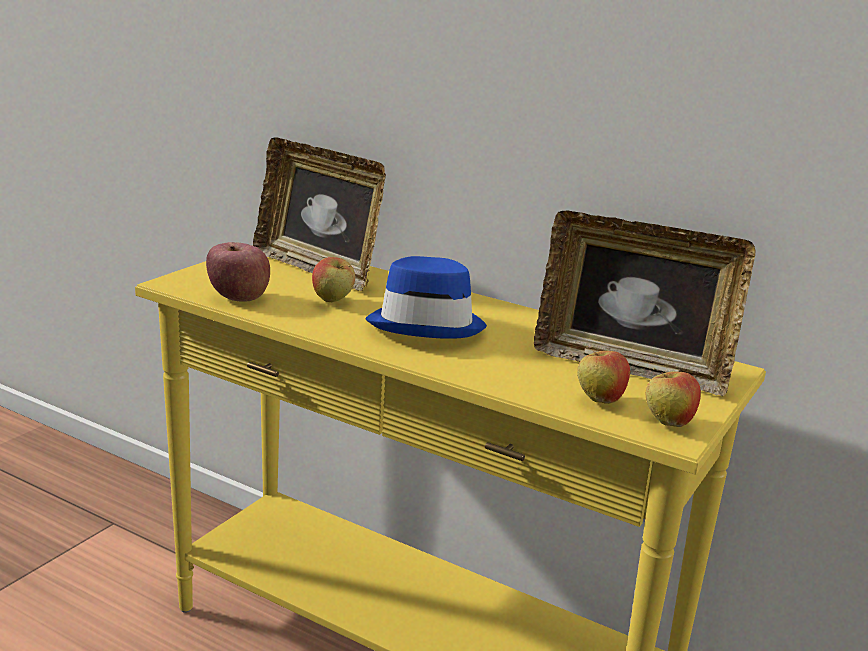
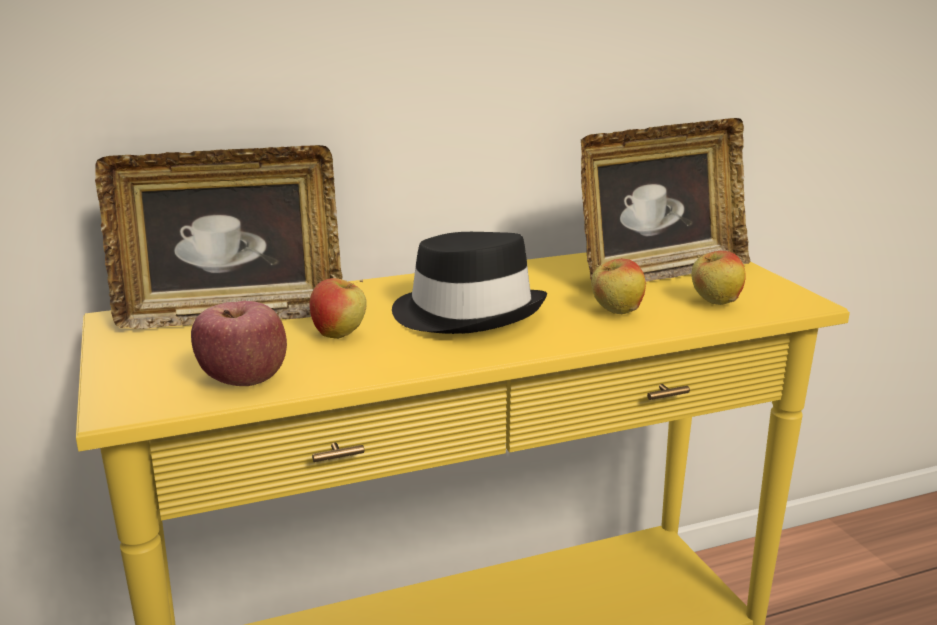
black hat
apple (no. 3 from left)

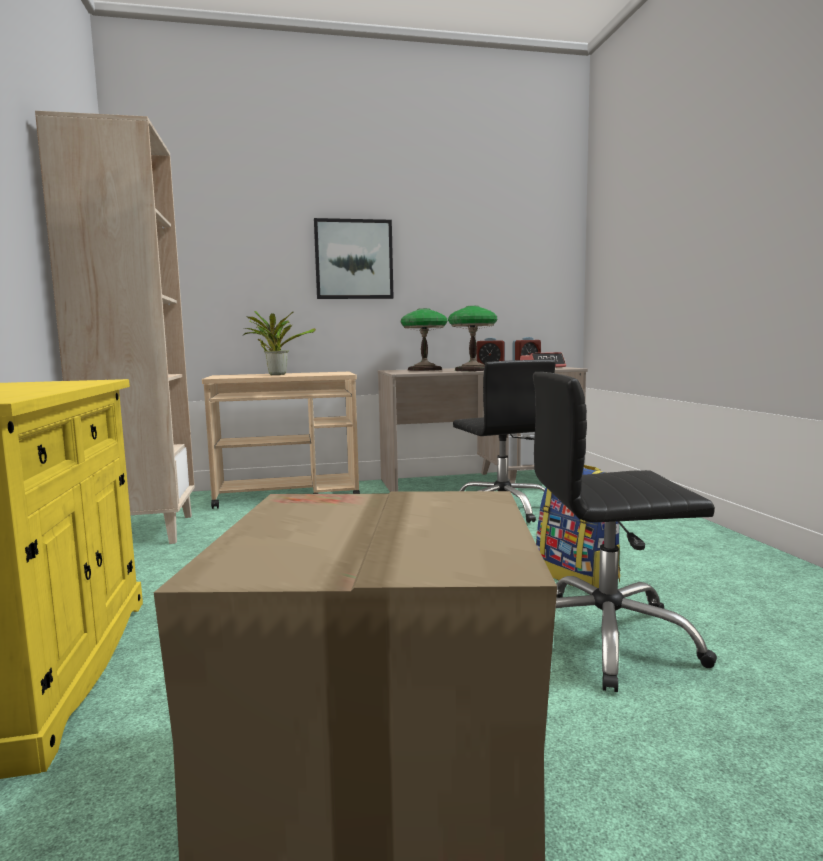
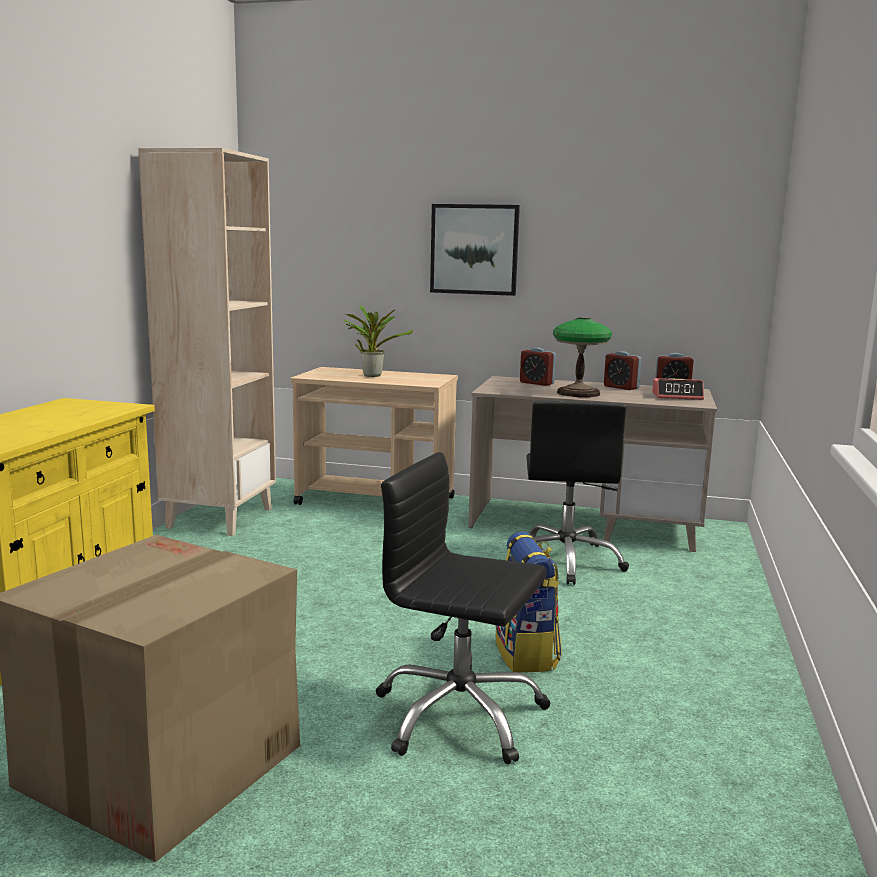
alarm clock (no. 1 from left)

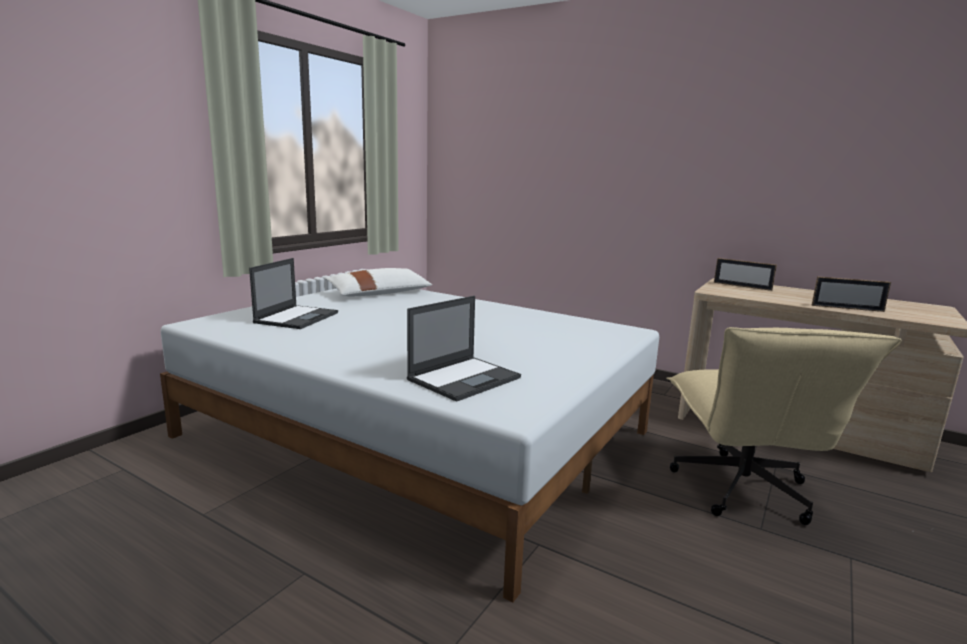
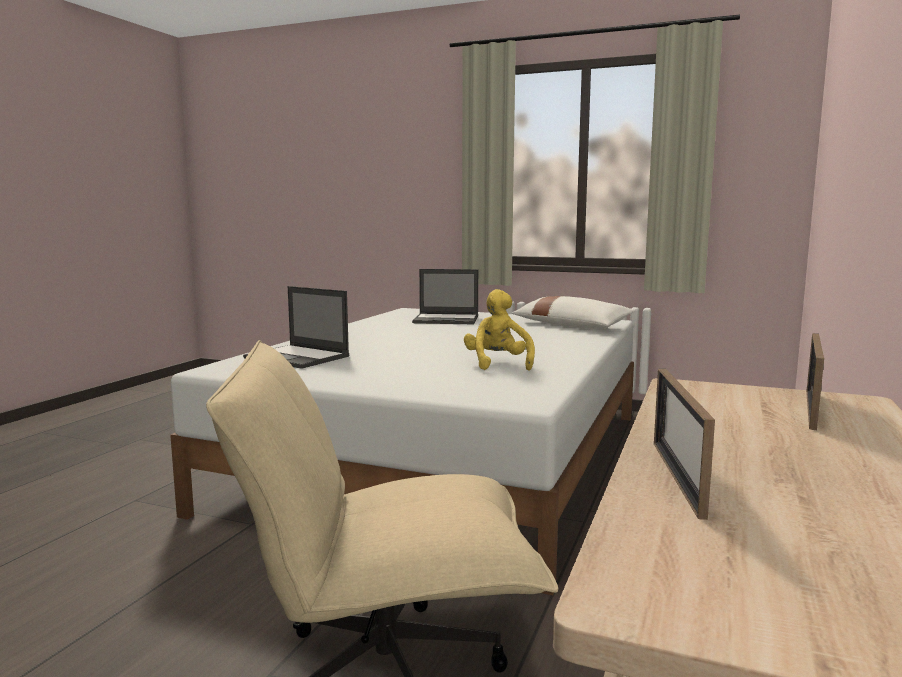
yellow plush toy

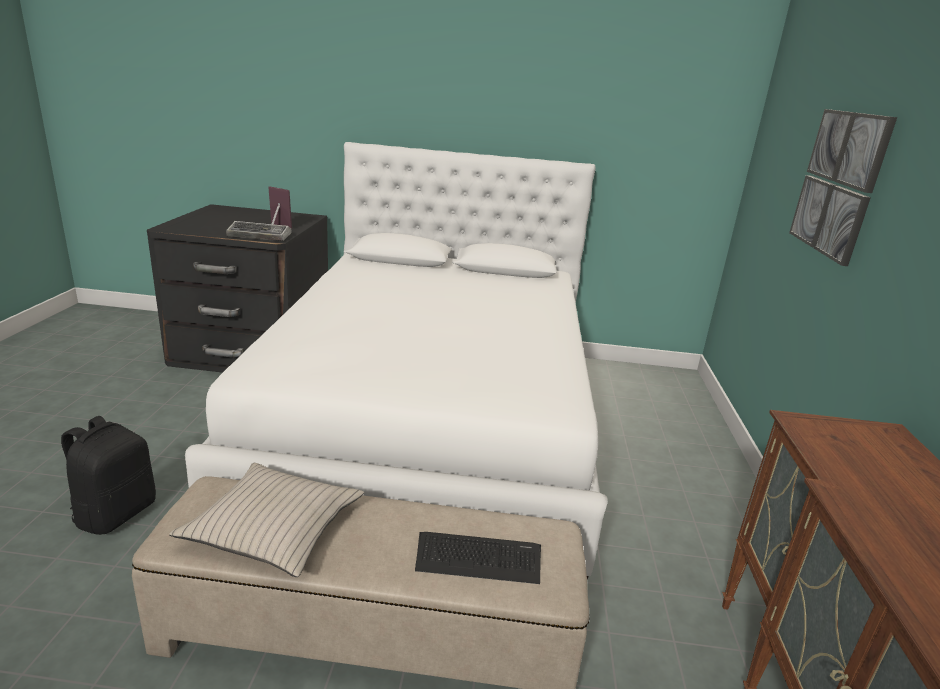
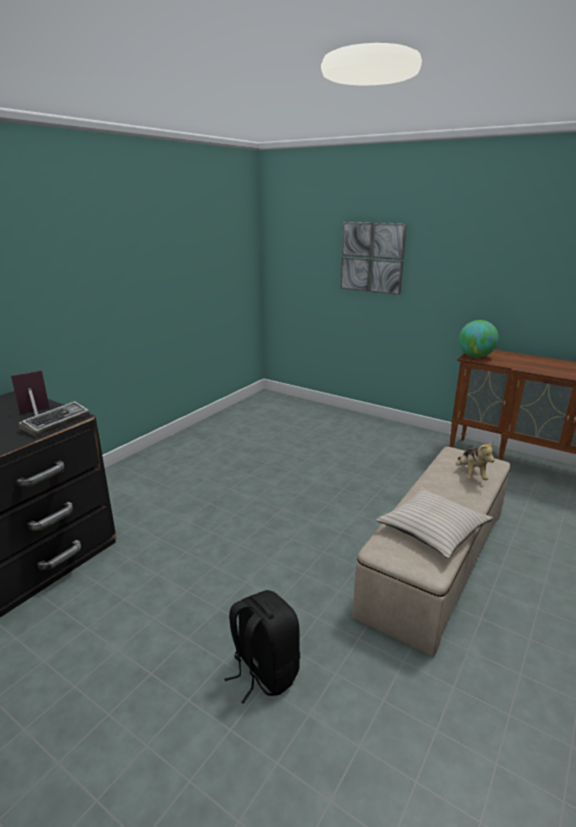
plush toy
globe
white bed

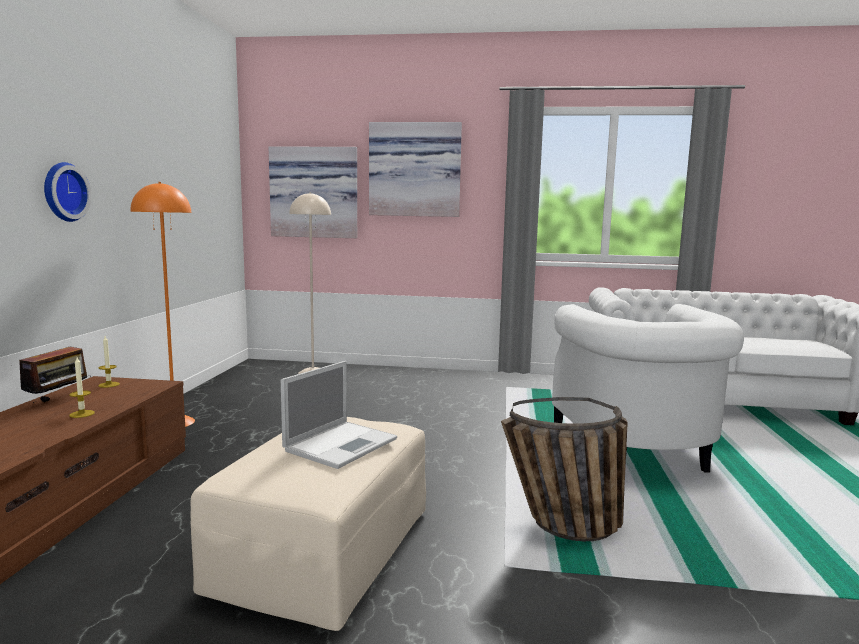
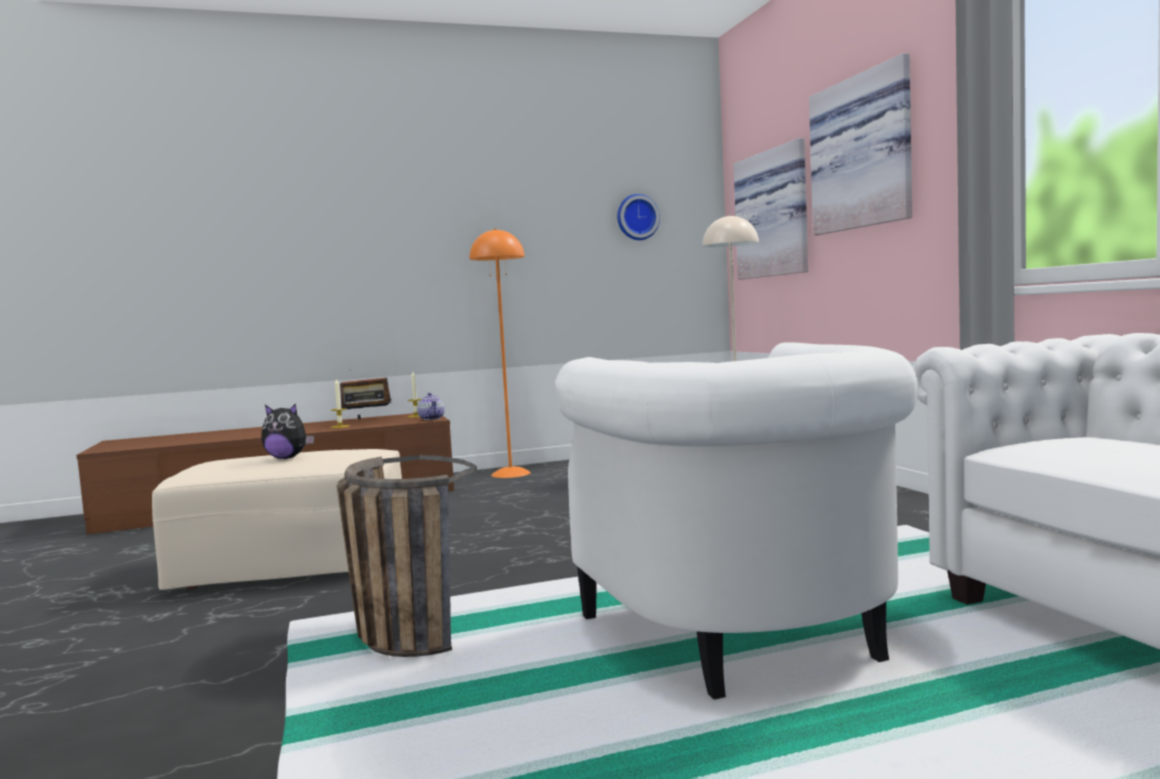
plush toy
teapot
white armchair
wall clock

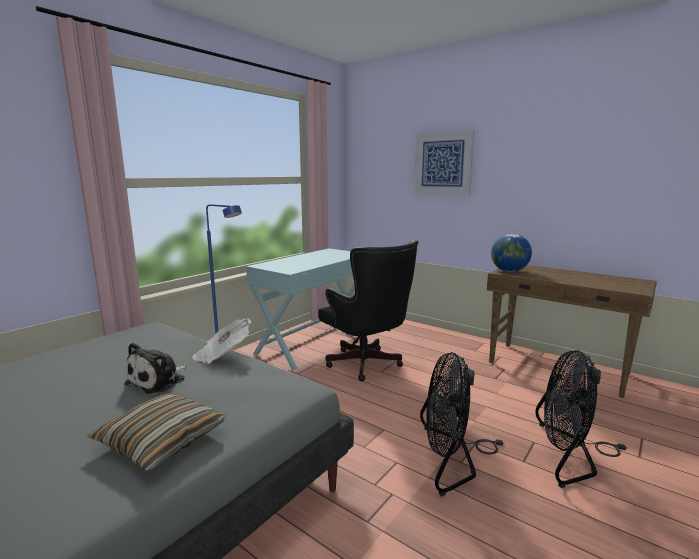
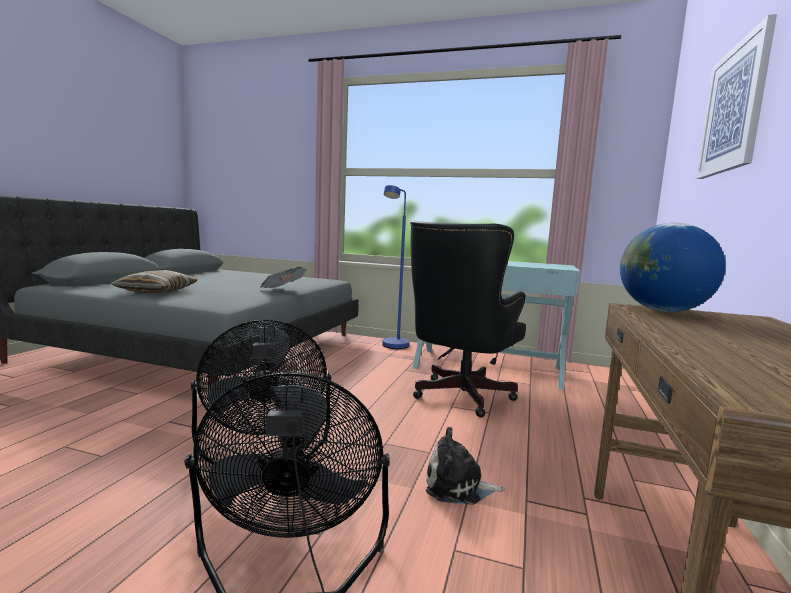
plush toy

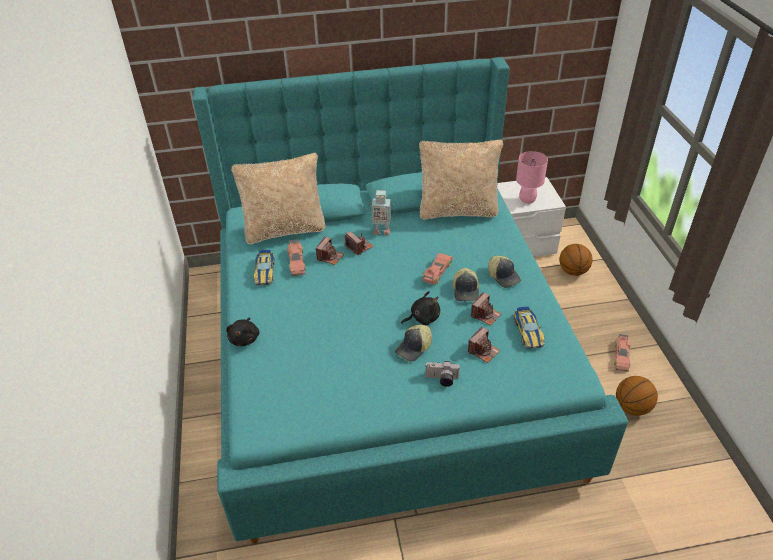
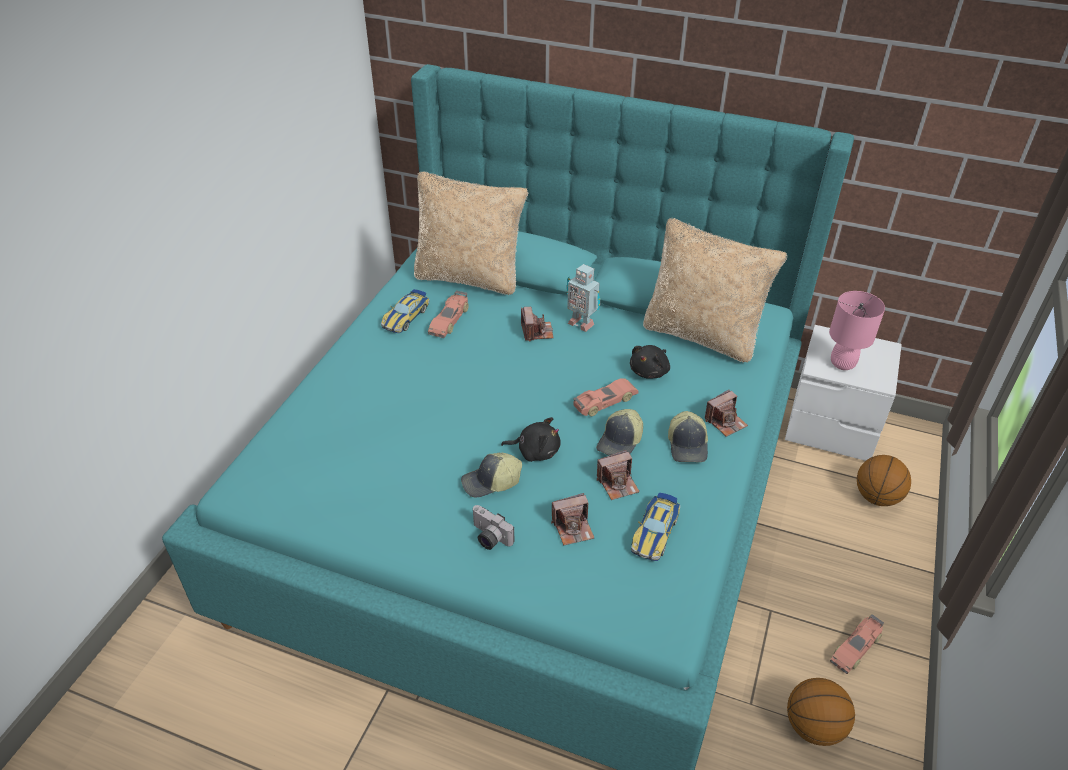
black plush toy (no. 2 from left)
photo camera (no. 5 from left)

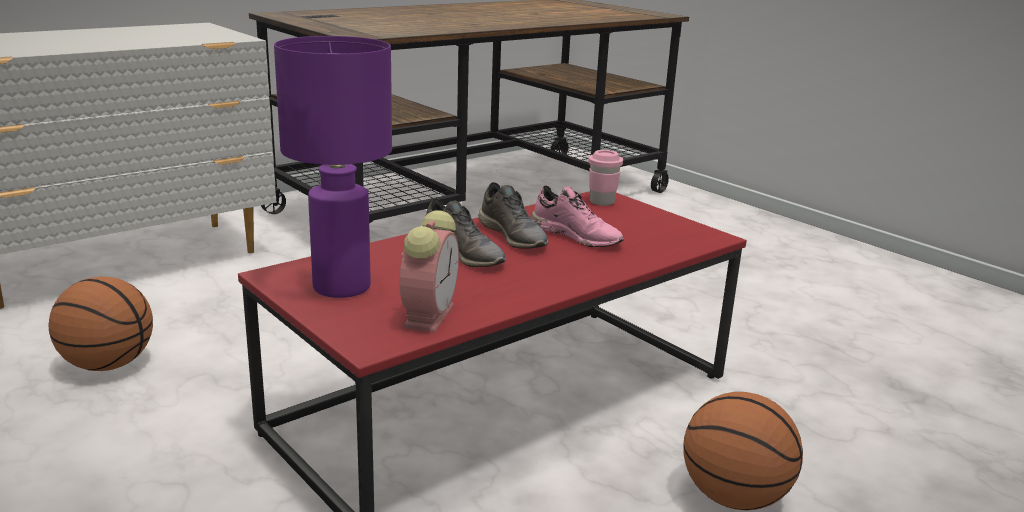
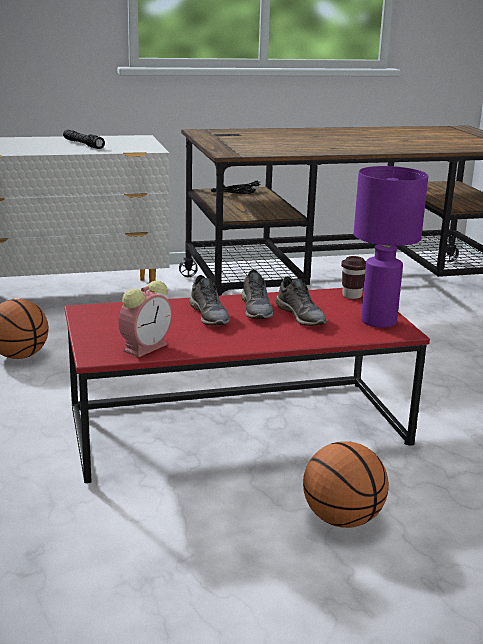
black flashlight
grey shoe (no. 3 from left)
brown cup
purple table lamp

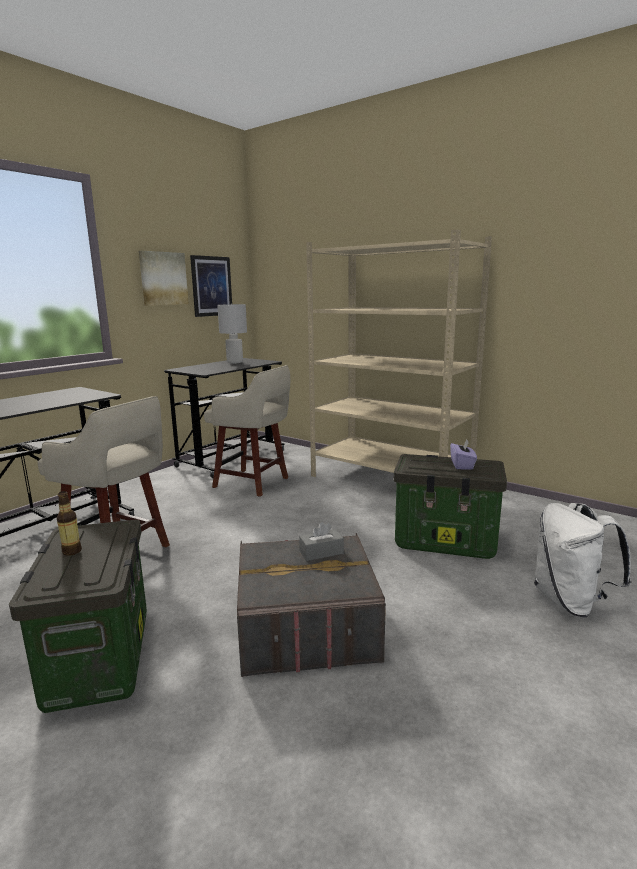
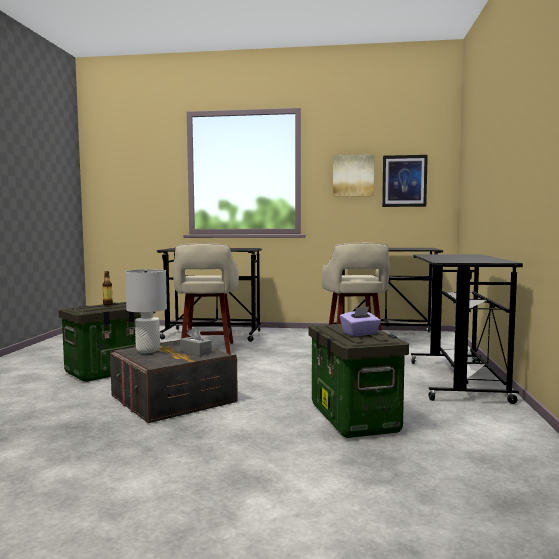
grey table lamp
black desk (no. 3 from left)
white backpack

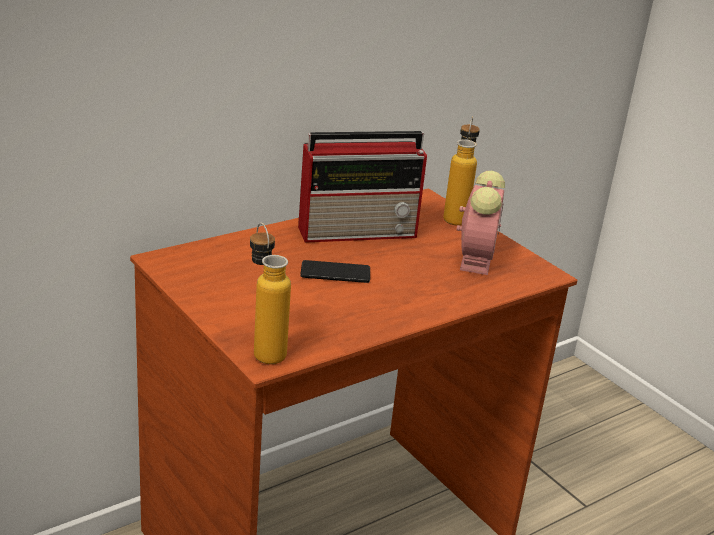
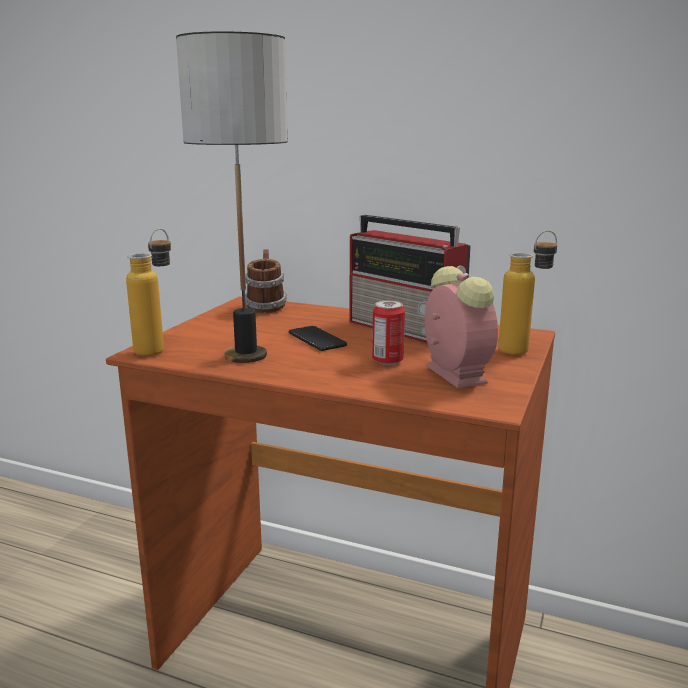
table lamp
mug
can
alarm clock

